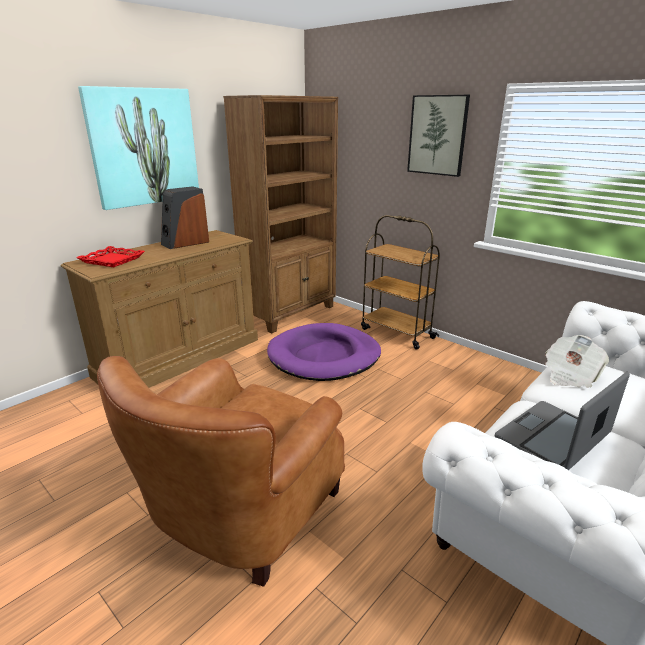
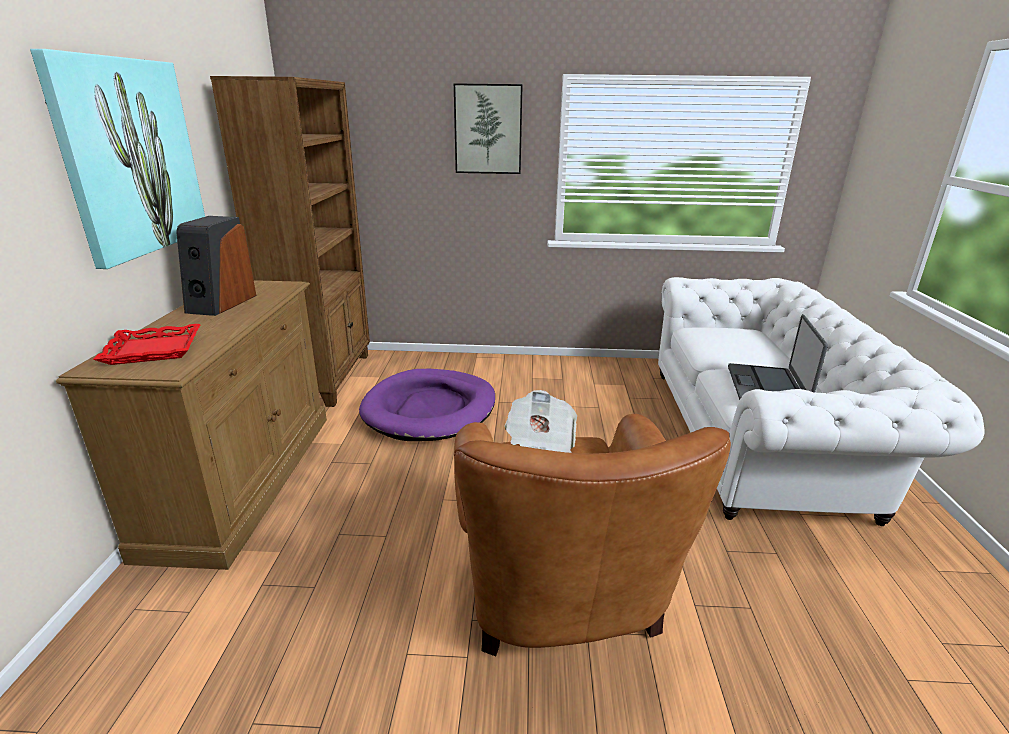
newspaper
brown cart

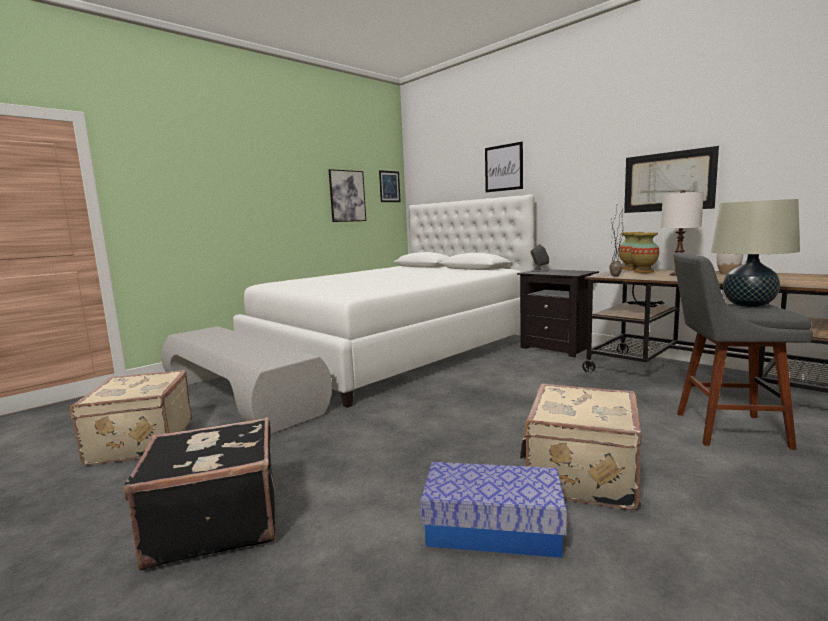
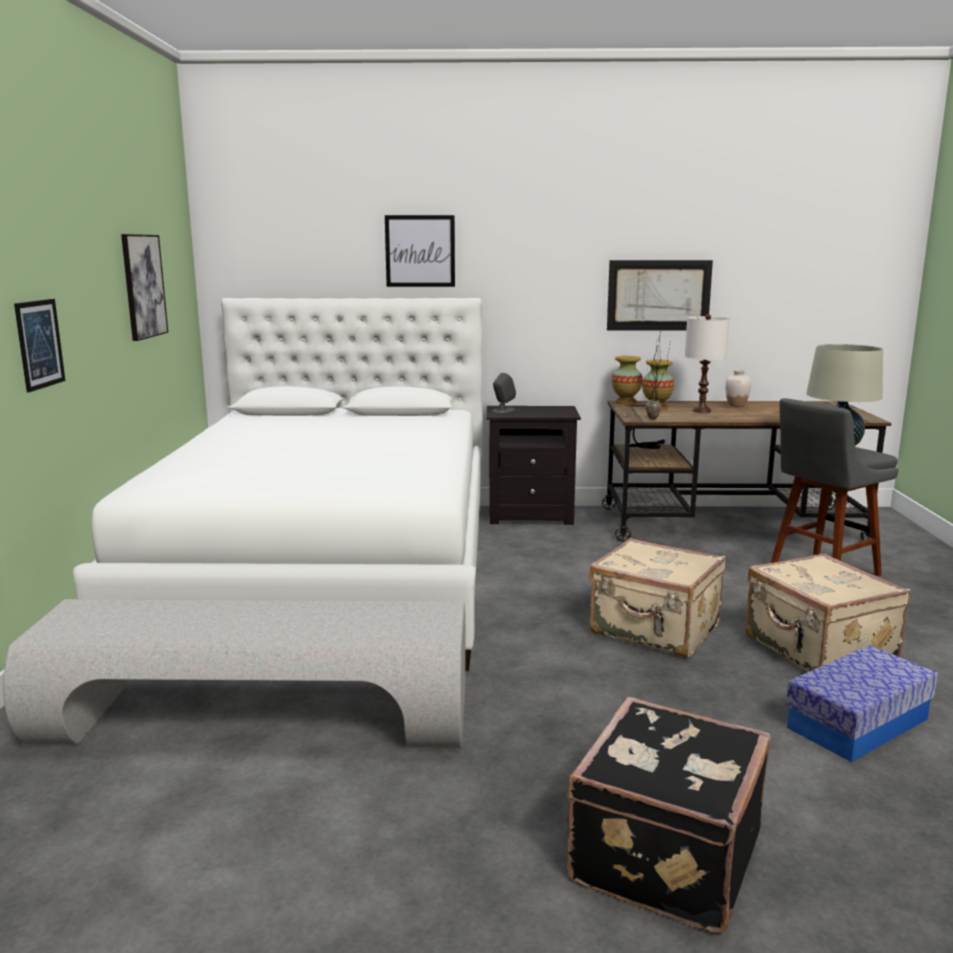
picture (no. 1 from left)
beige suitcase (no. 1 from left)

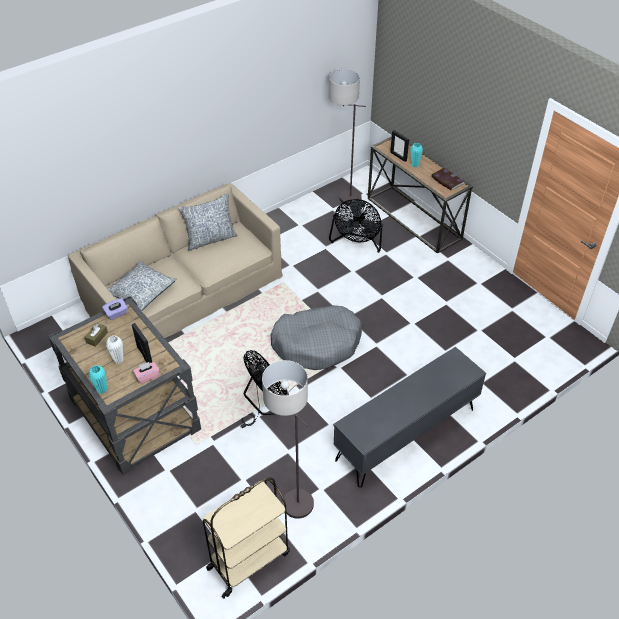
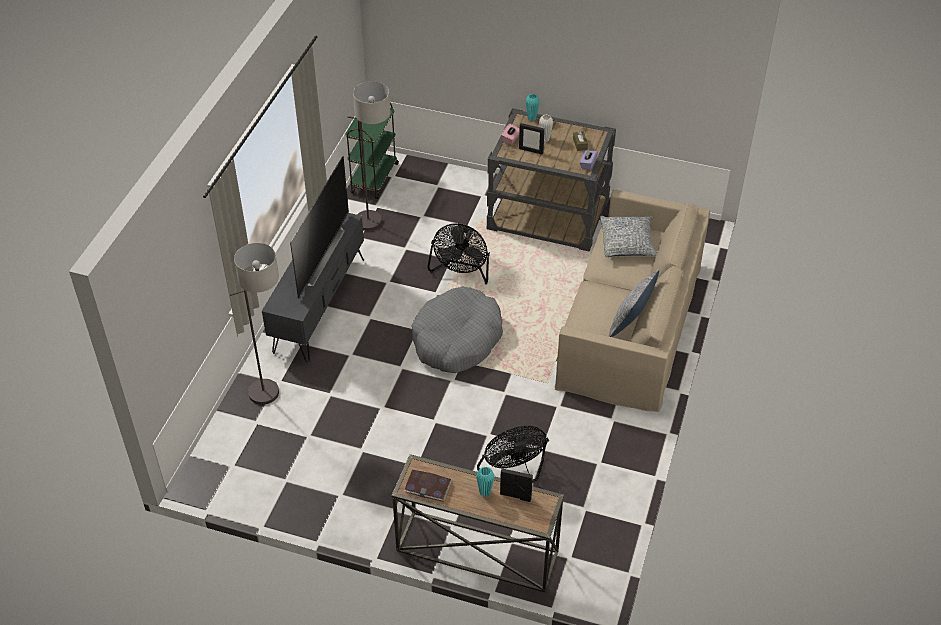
grey floor lamp (no. 1 from left)
television
green cart

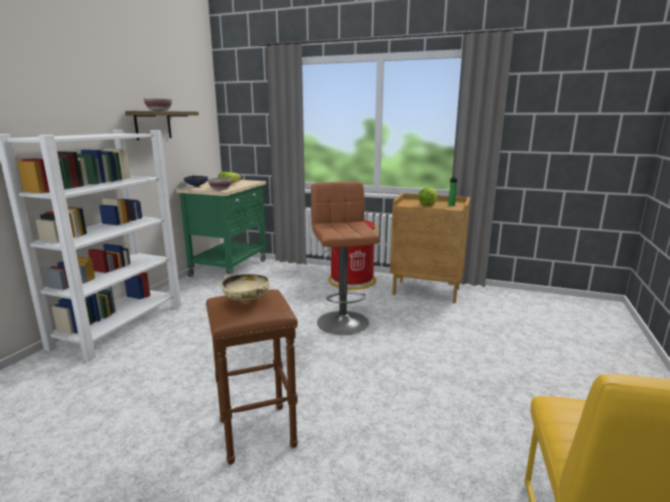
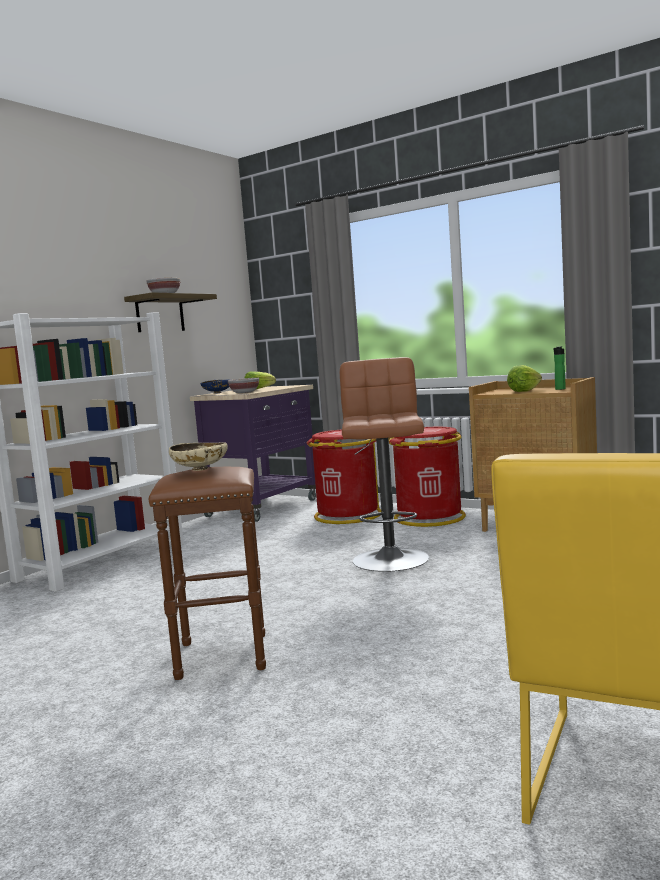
purple cart
red trash can (no. 1 from left)

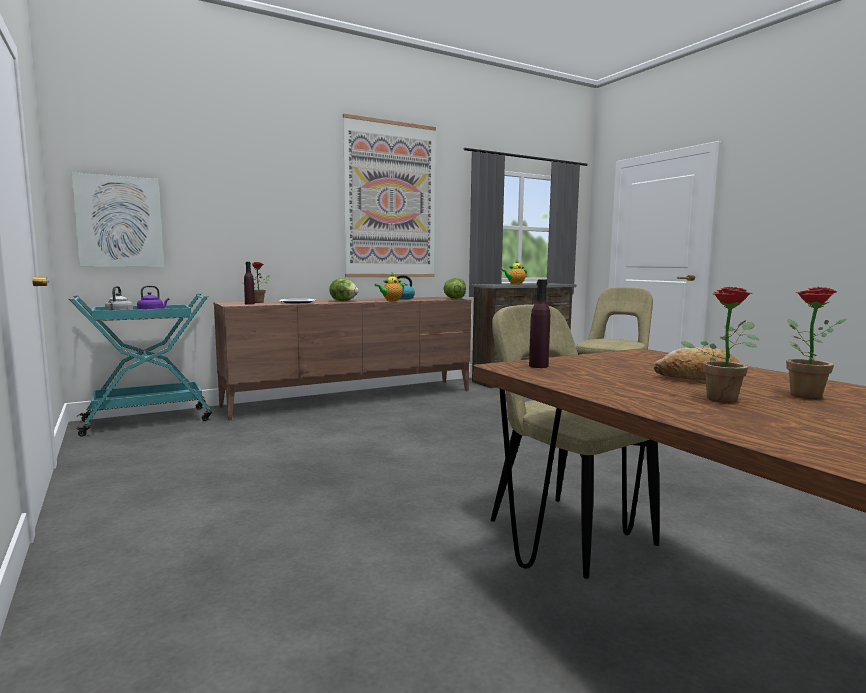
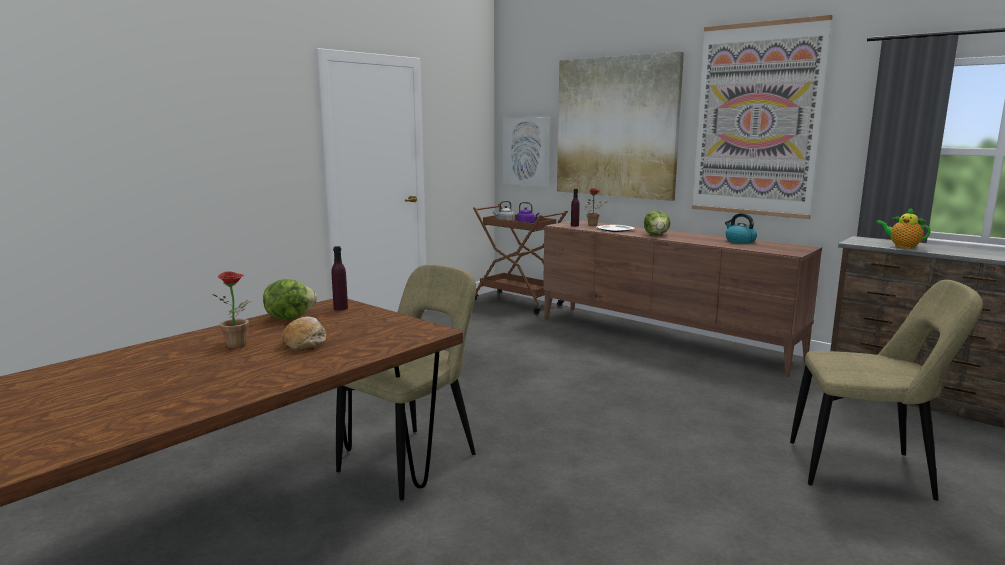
lettuce (no. 1 from left)
brown cart
picture (no. 2 from left)
teapot (no. 1 from left in the first image)
potted plant (no. 3 from left in the first image)

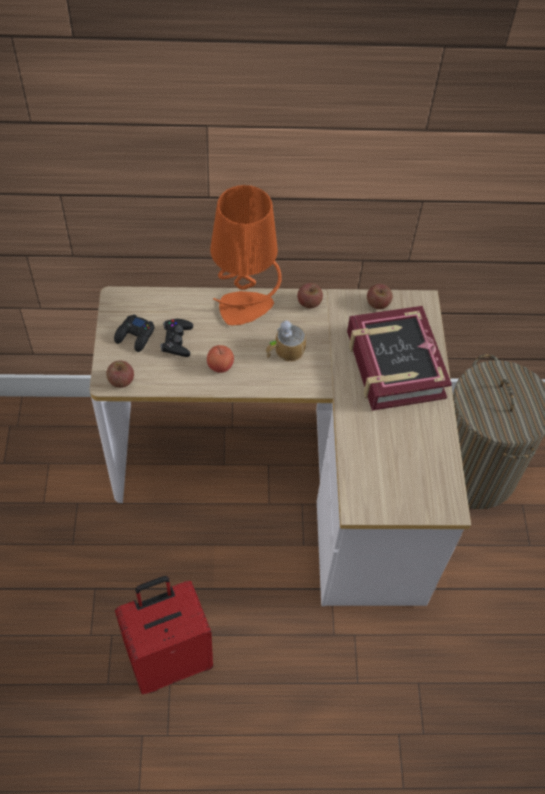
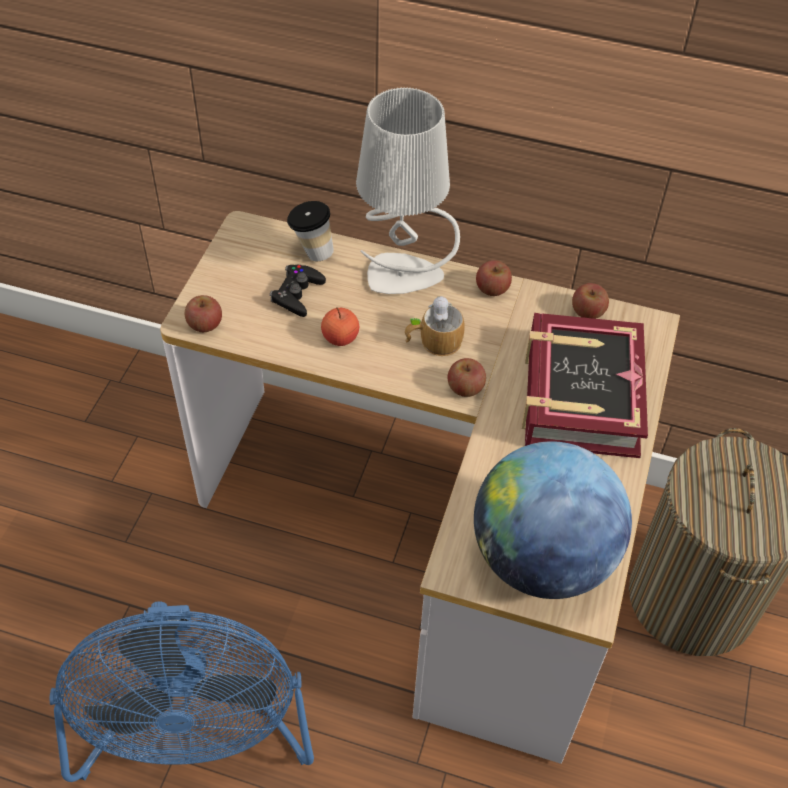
blue fan
cup
grey table lamp
apple (no. 3 from left)
globe
black game controller (no. 1 from left in the first image)

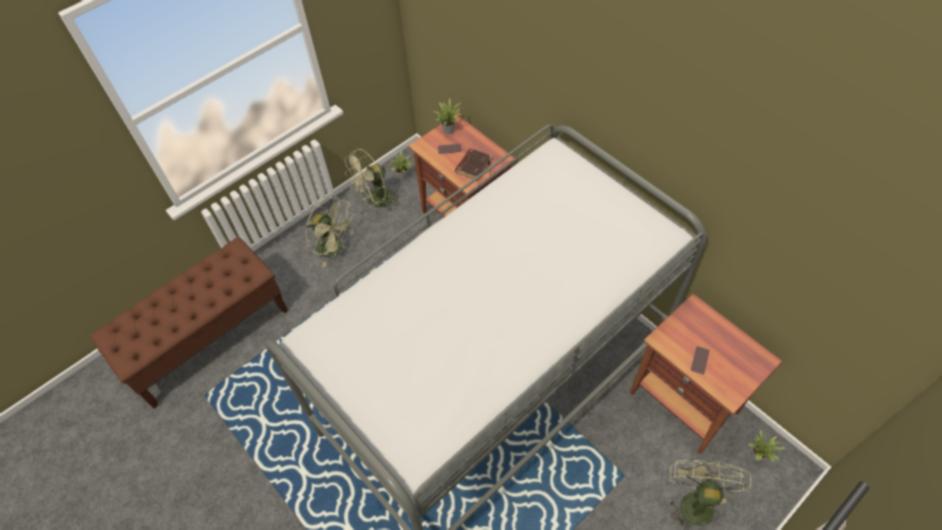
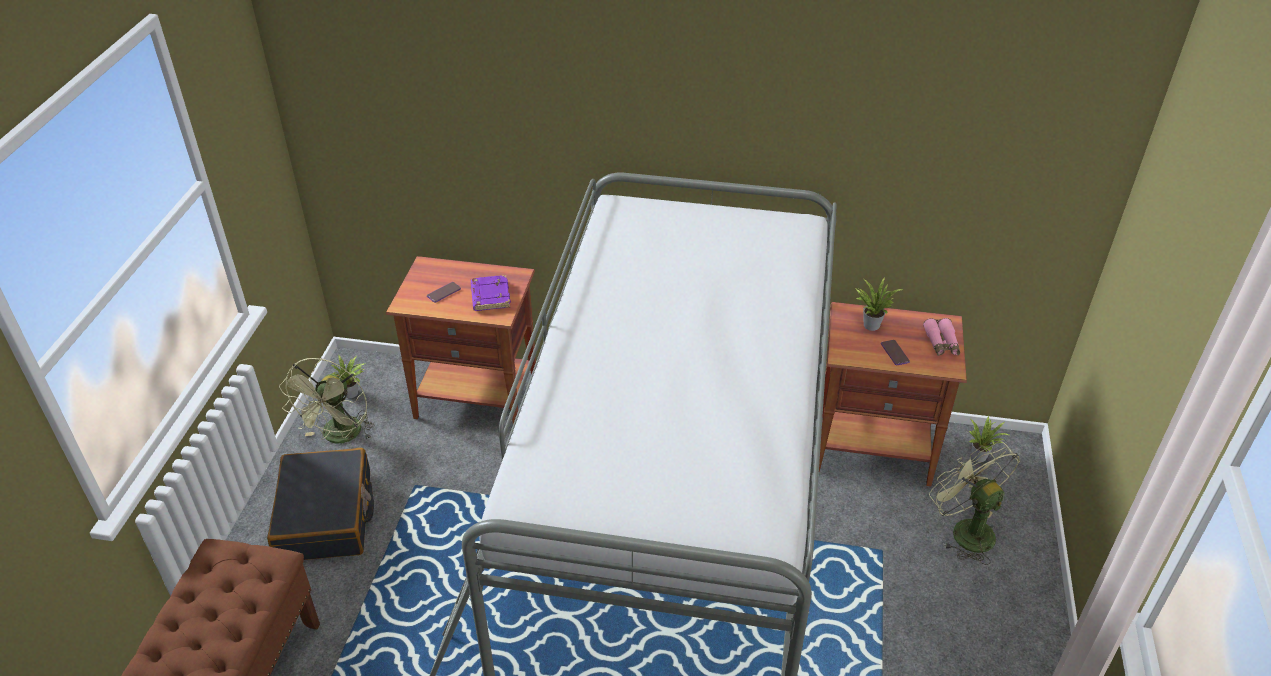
black suitcase
purple book
potted plant (no. 2 from left)
pink binoculars

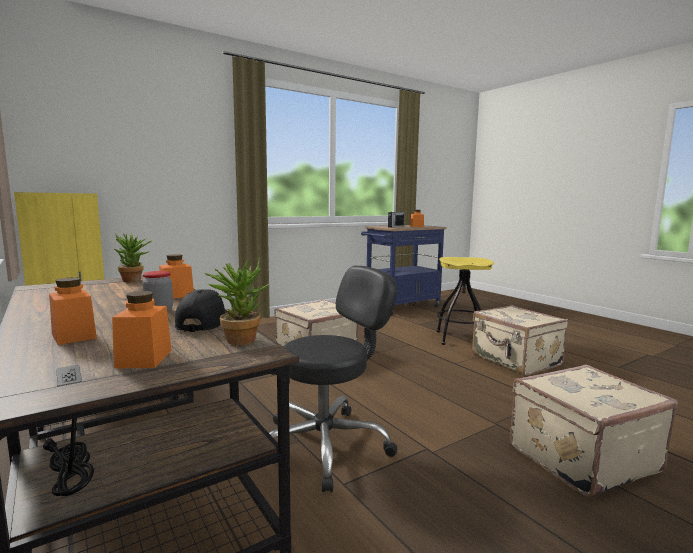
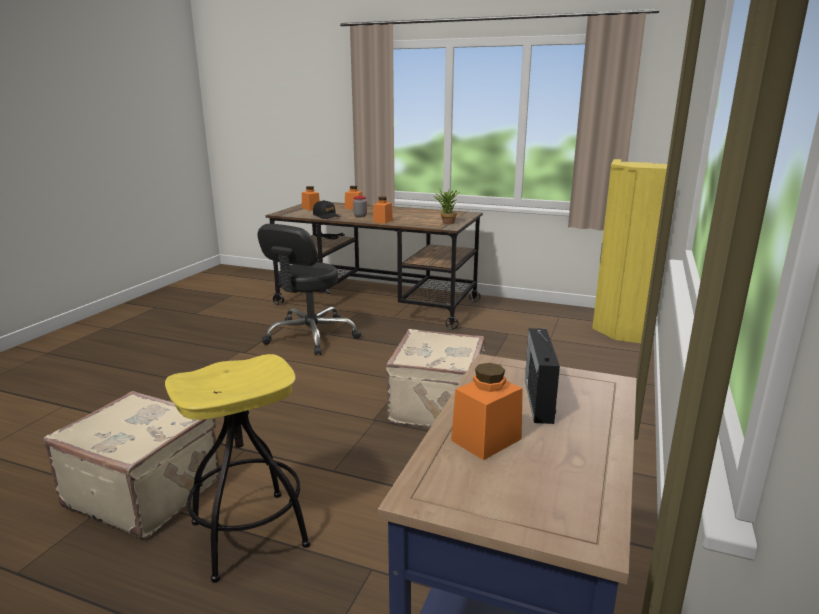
potted plant (no. 2 from left in the first image)
beige suitcase (no. 3 from left in the first image)

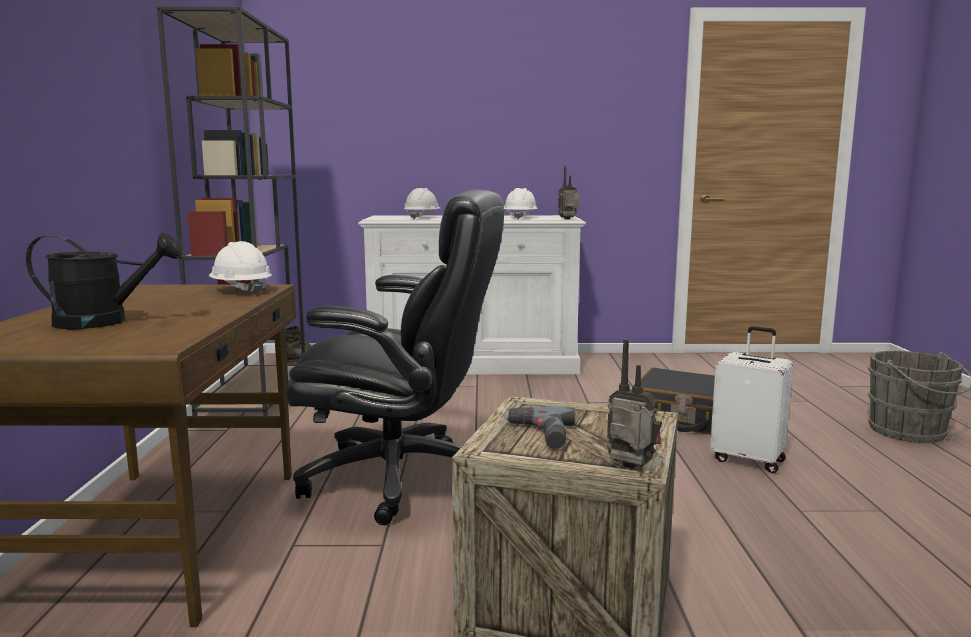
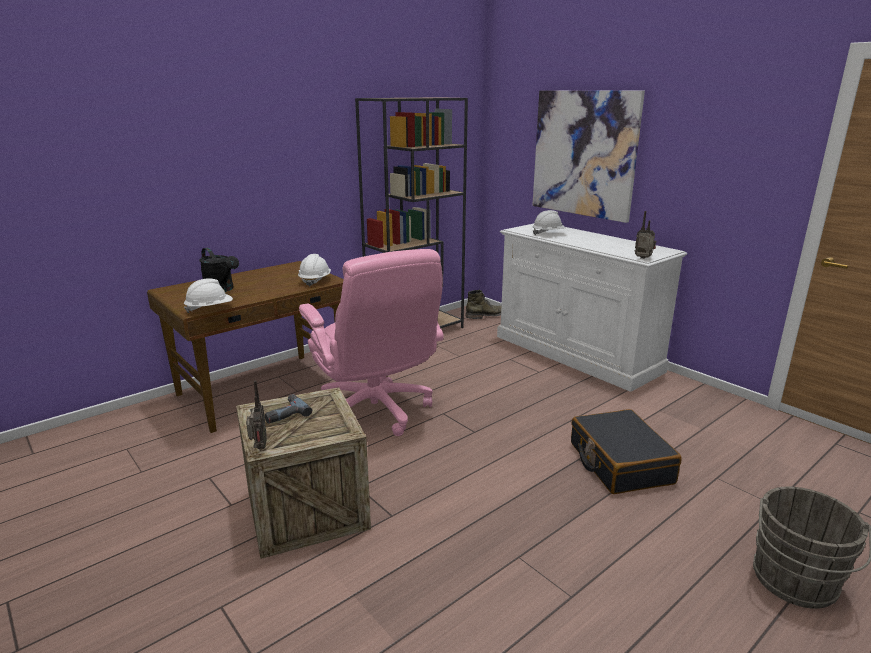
white hard hat (no. 1 from left)
pink office chair
picture
white suitcase

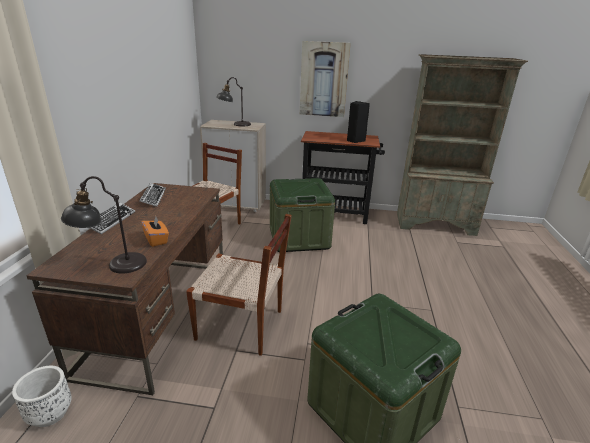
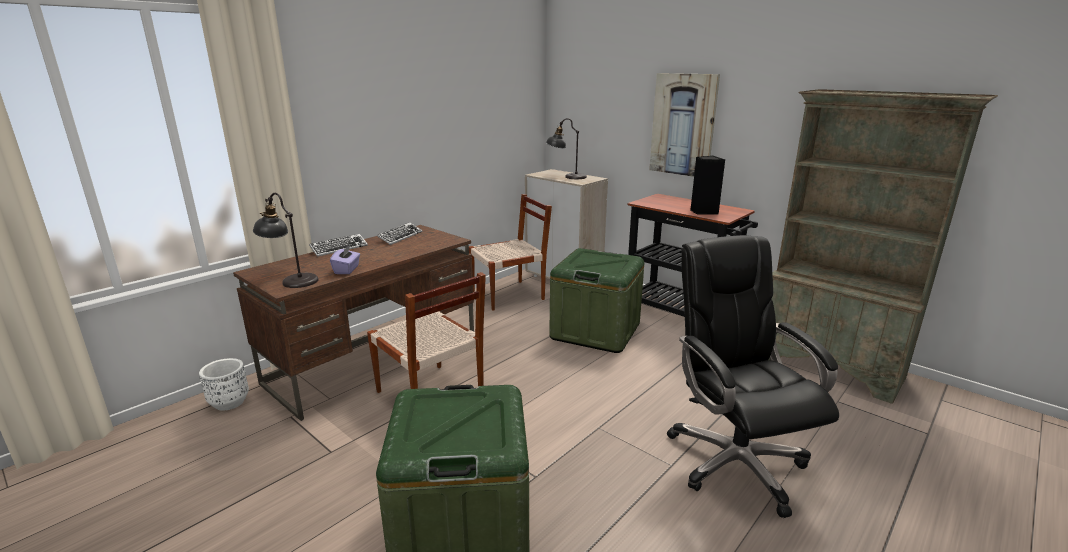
purple tissue box
black office chair

